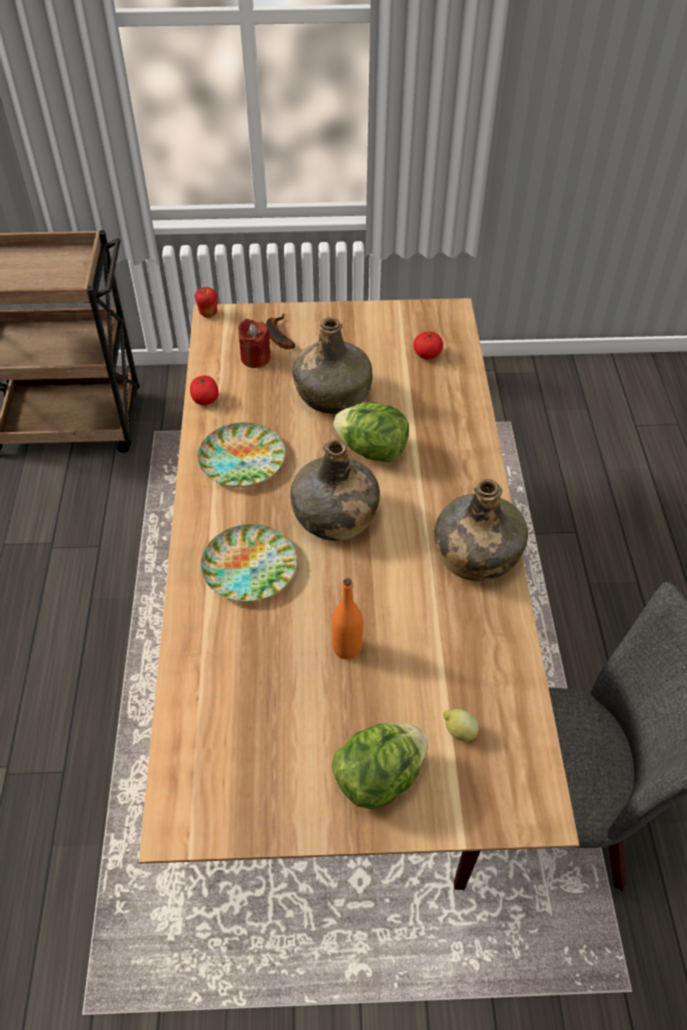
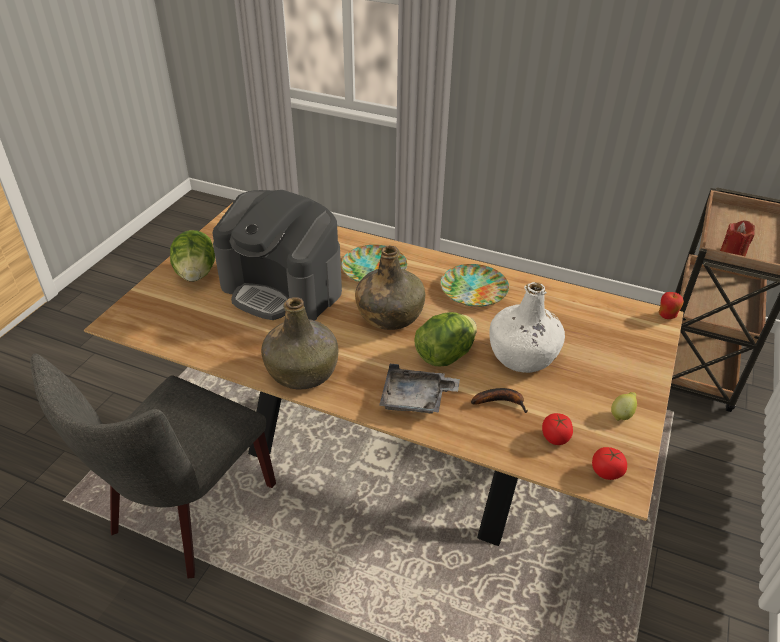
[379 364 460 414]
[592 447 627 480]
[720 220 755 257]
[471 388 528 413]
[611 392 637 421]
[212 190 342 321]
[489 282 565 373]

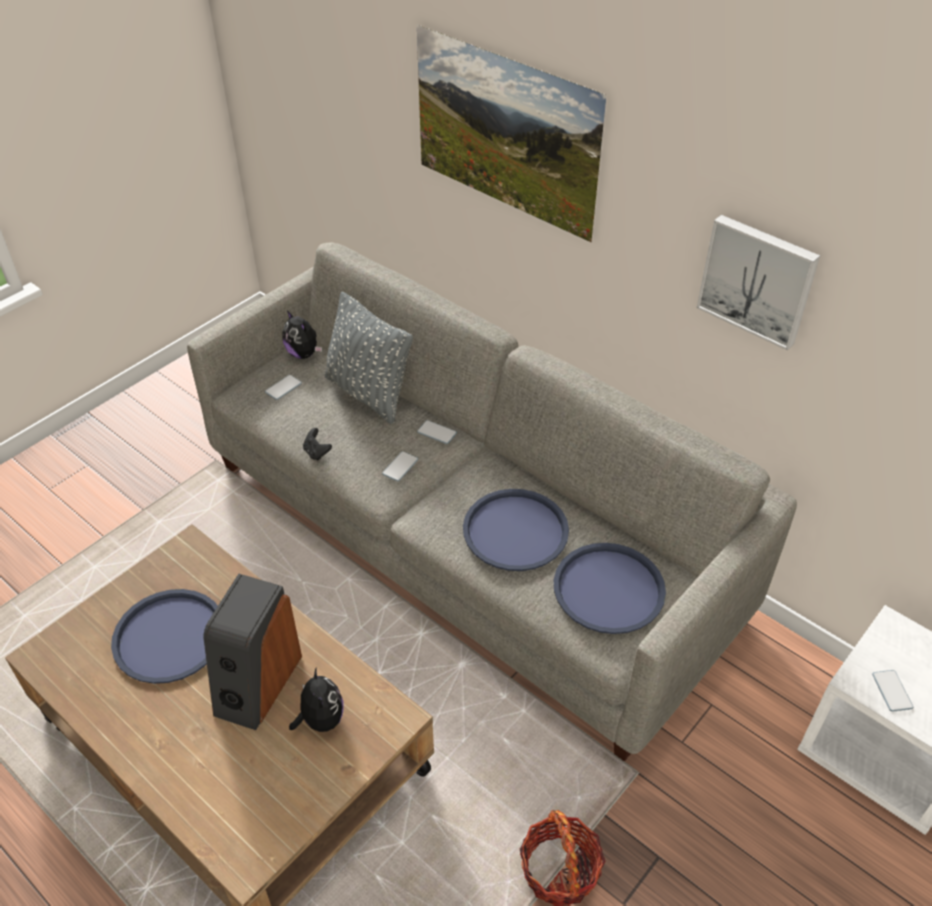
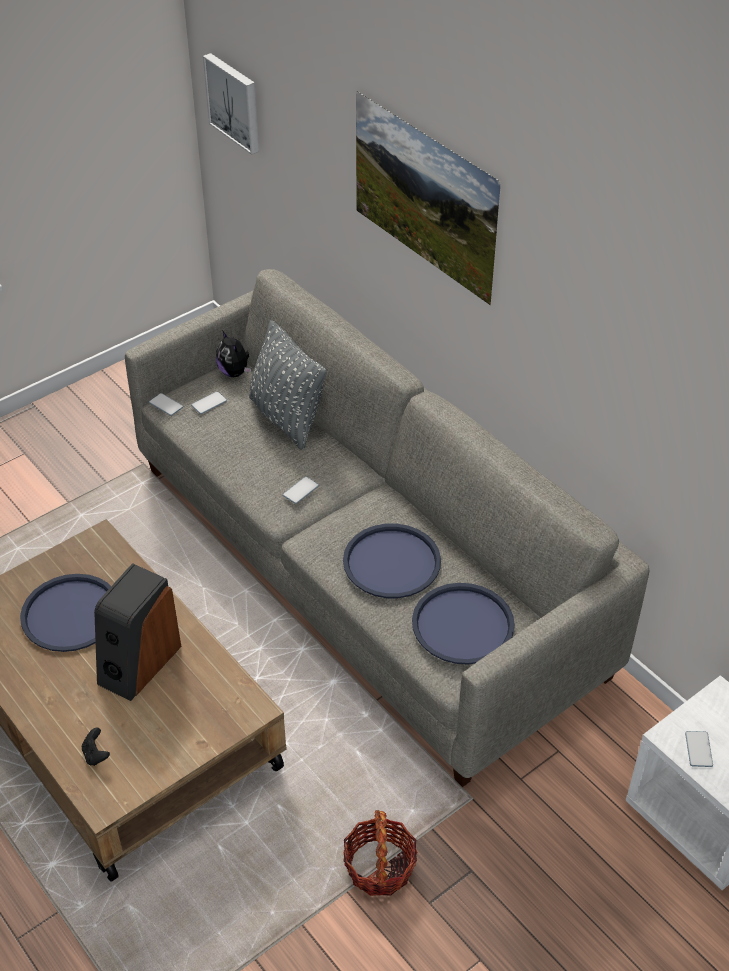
[289 668 343 732] (first image)
[82 728 110 766]
[149 393 183 416]
[203 53 259 155]

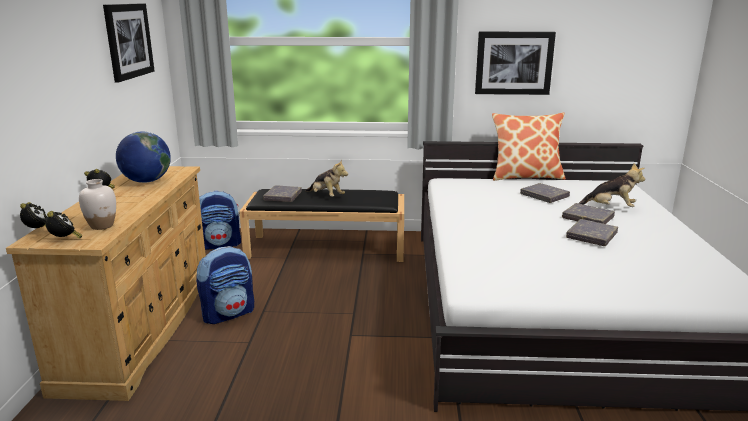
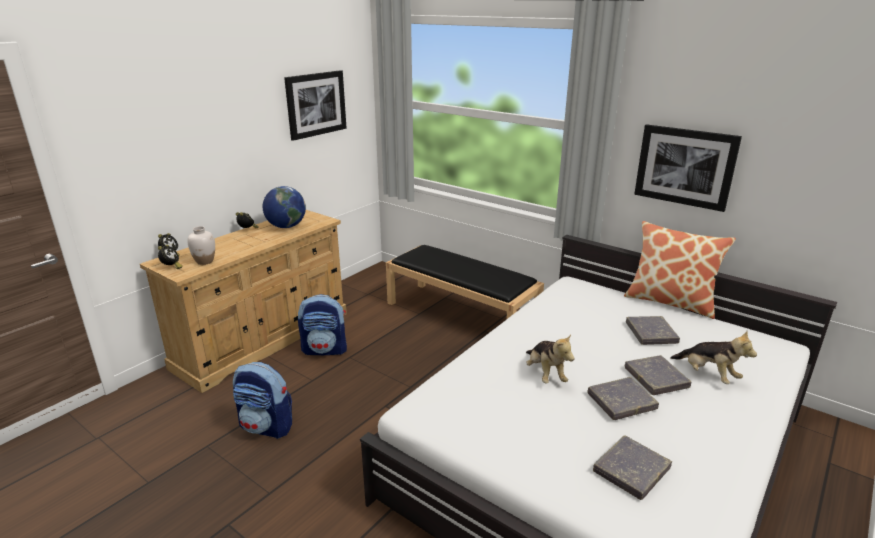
[233 362 292 439]
[593 435 672 500]
[526 334 574 383]

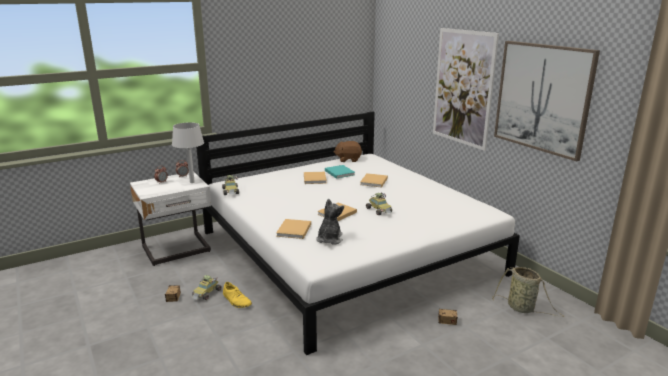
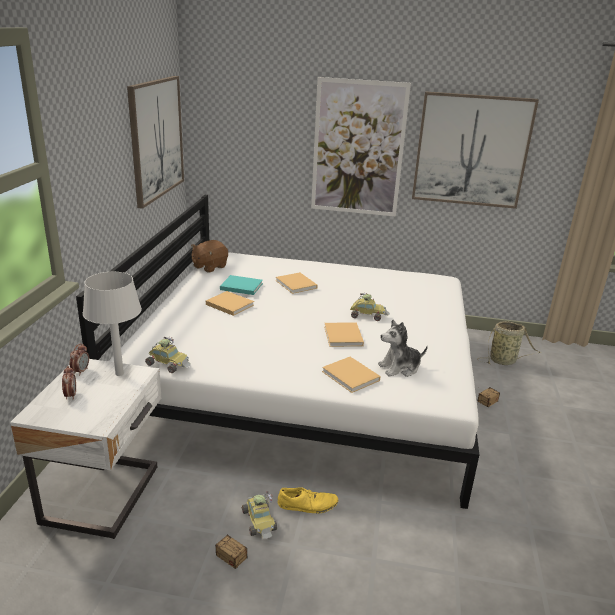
[127 76 184 209]
[378 319 428 377]

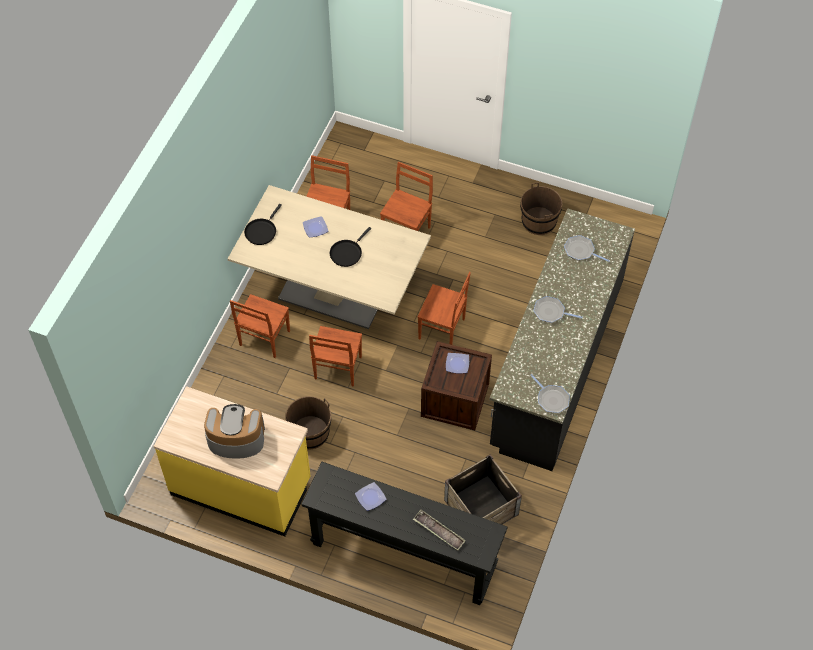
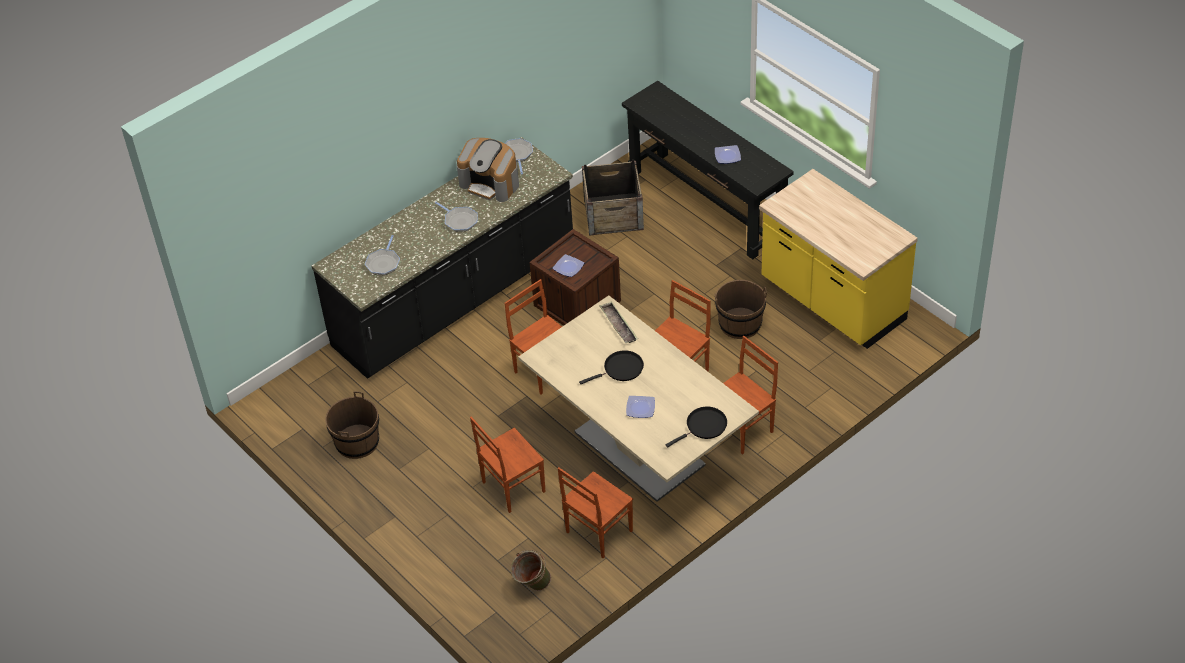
[511 550 551 591]
[457 138 519 202]
[599 301 638 343]
[365 235 400 275]

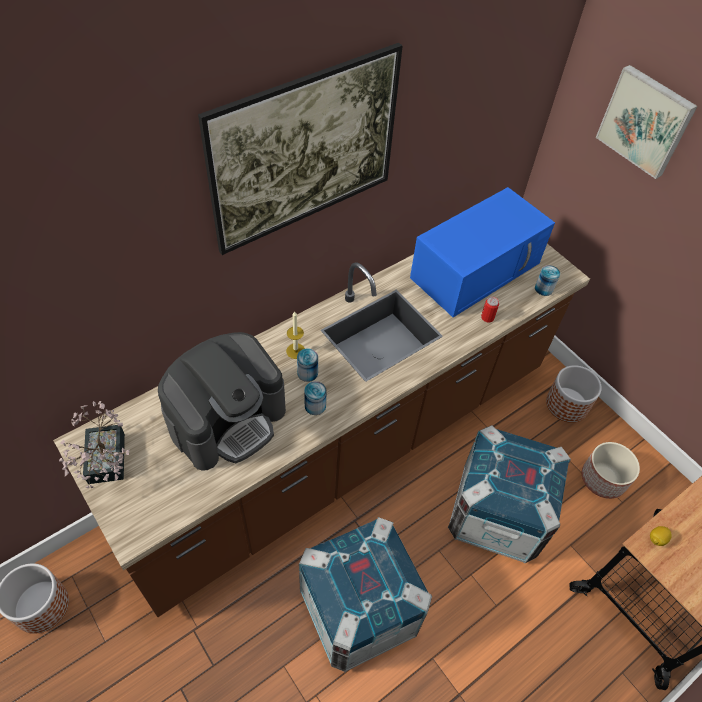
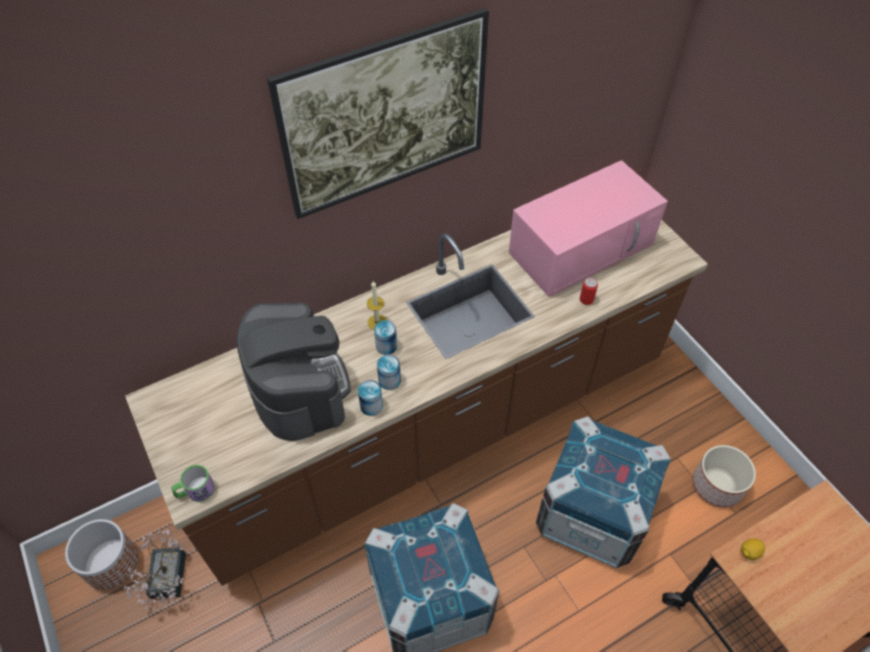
[546 365 602 423] (first image)
[596 65 697 179] (first image)
[172 465 215 502]
[124 529 186 609]
[358 380 383 416]
[509 160 668 297]
[237 302 351 441]

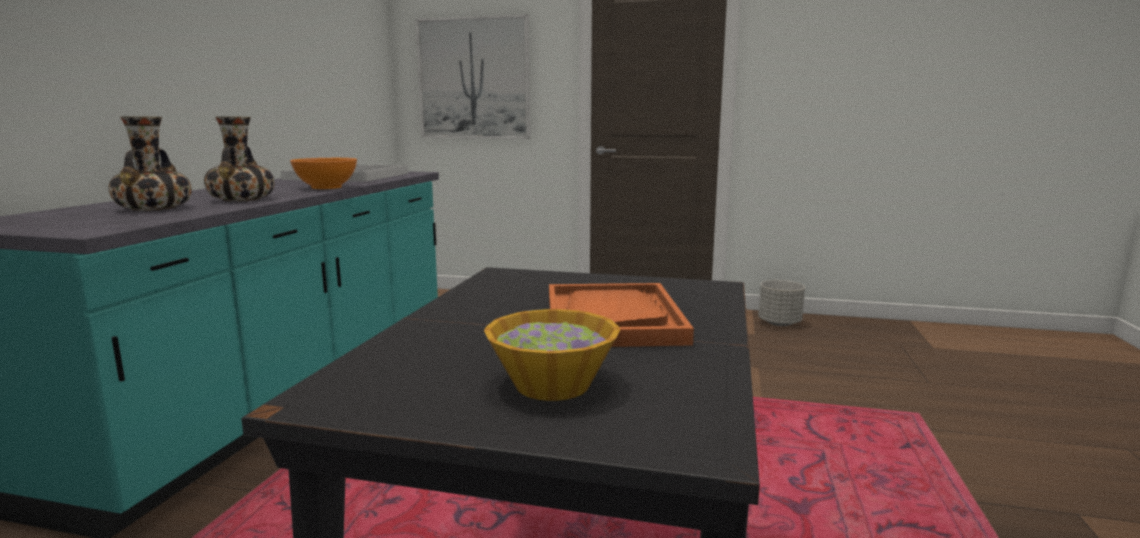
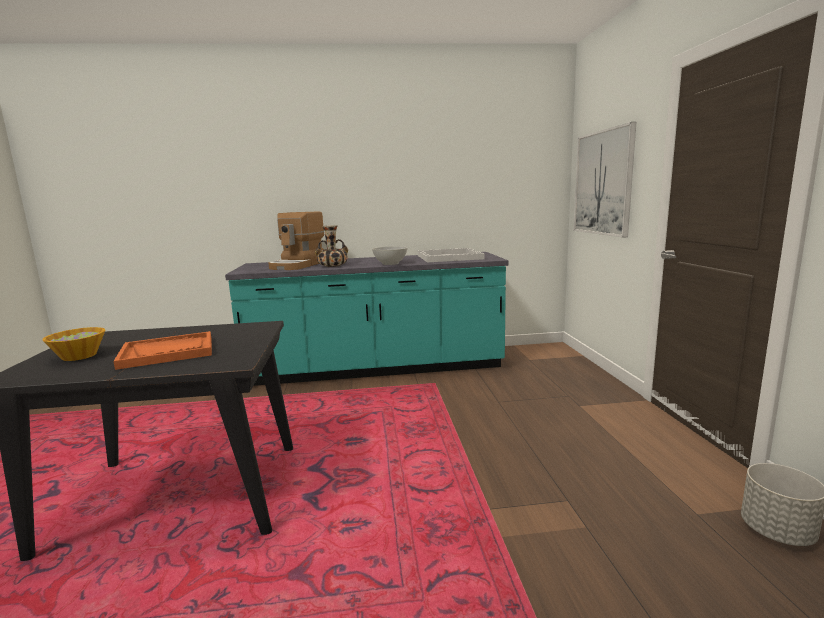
[268 211 324 270]
[372 246 408 265]

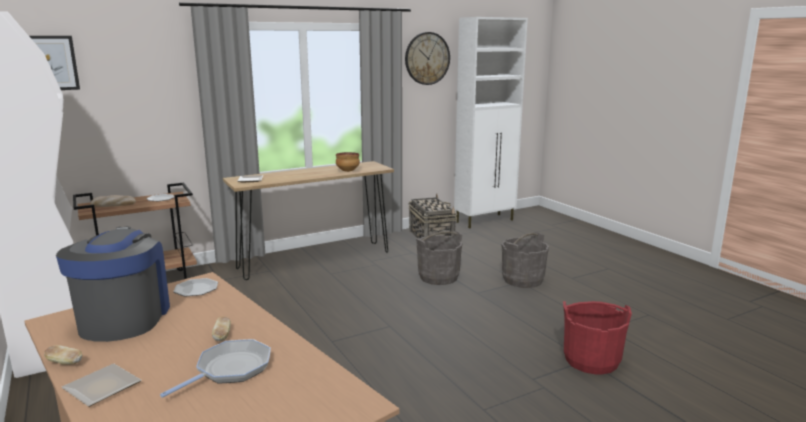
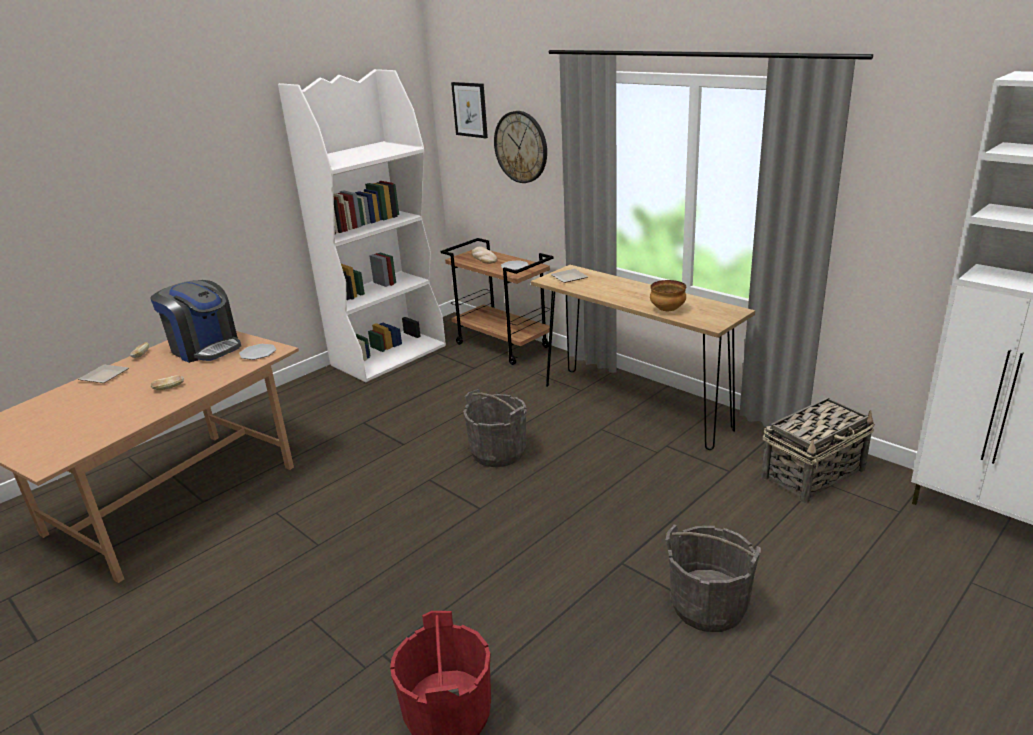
[160 339 271 398] (first image)
[494 111 547 183]
[463 389 527 467]
[150 280 241 363]

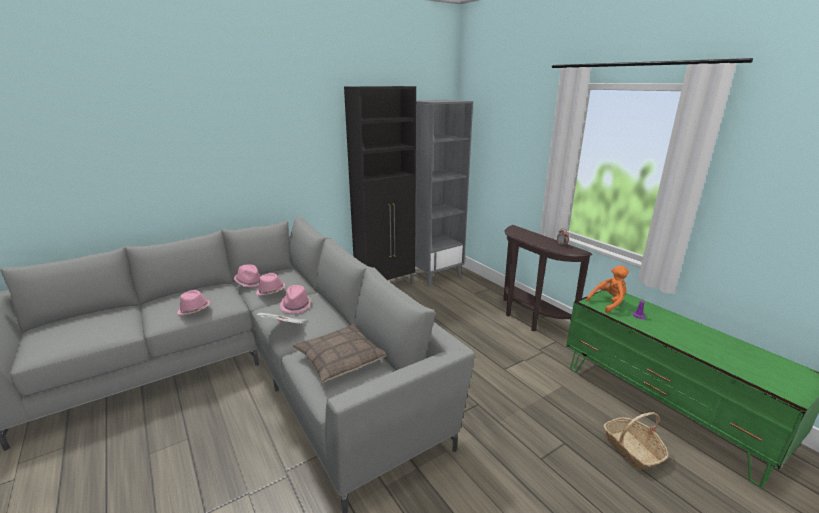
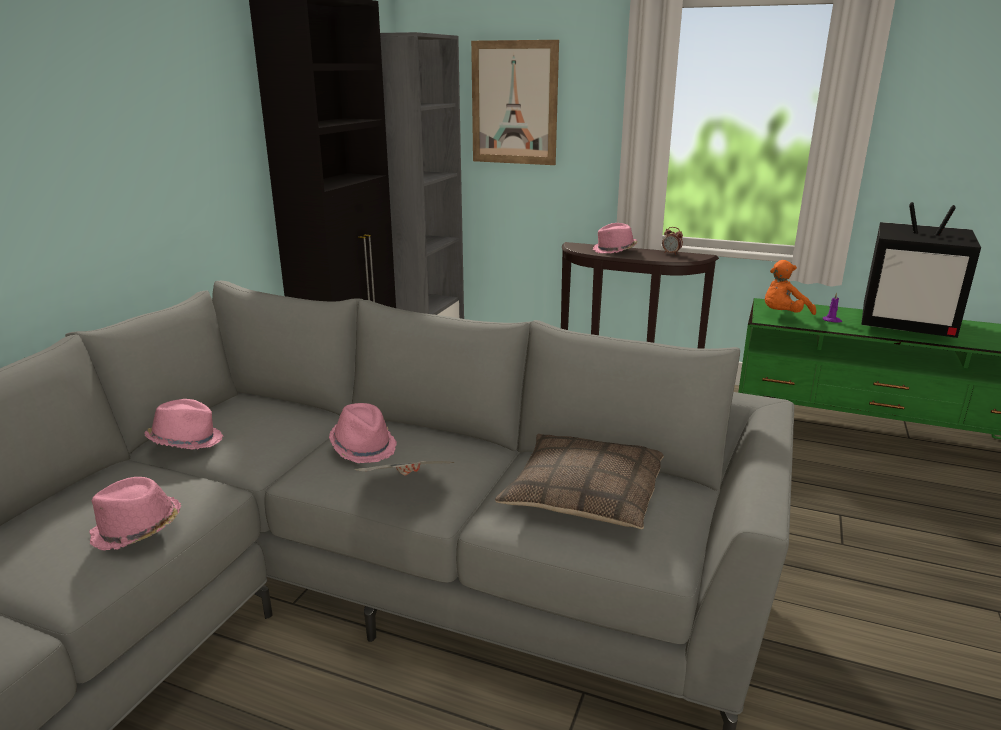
[603 412 669 470] (first image)
[471 40 559 165]
[861 202 981 338]
[593 223 638 253]
[765 260 816 315]

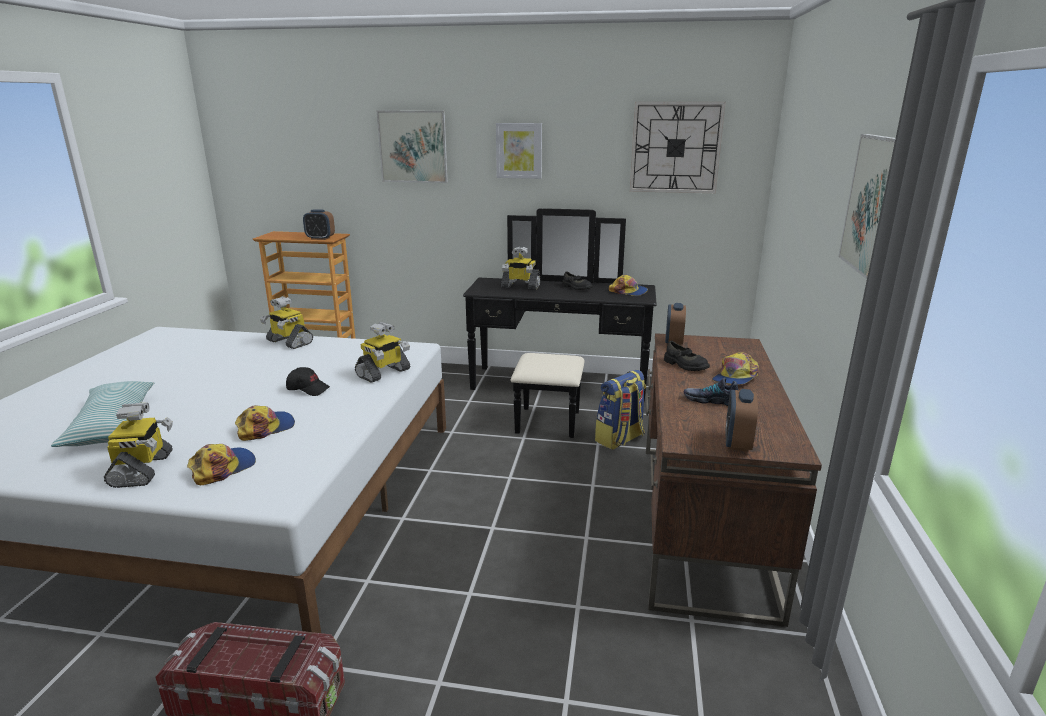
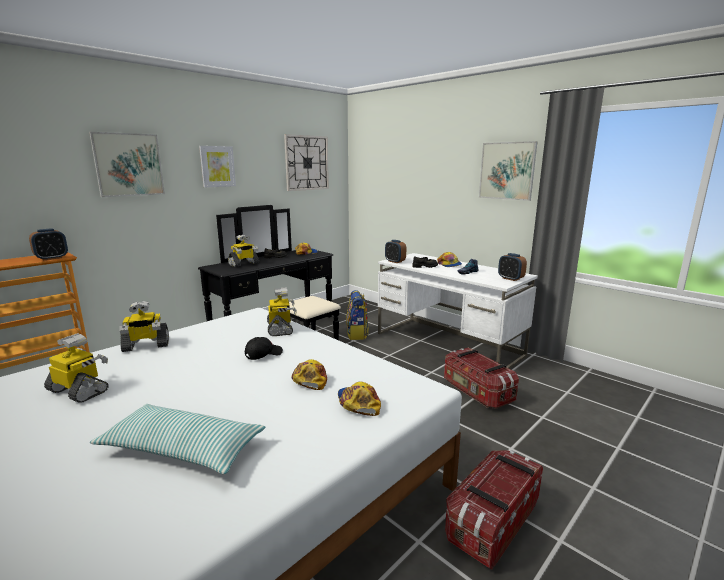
[444 348 519 409]
[44 333 109 403]
[378 253 538 369]

